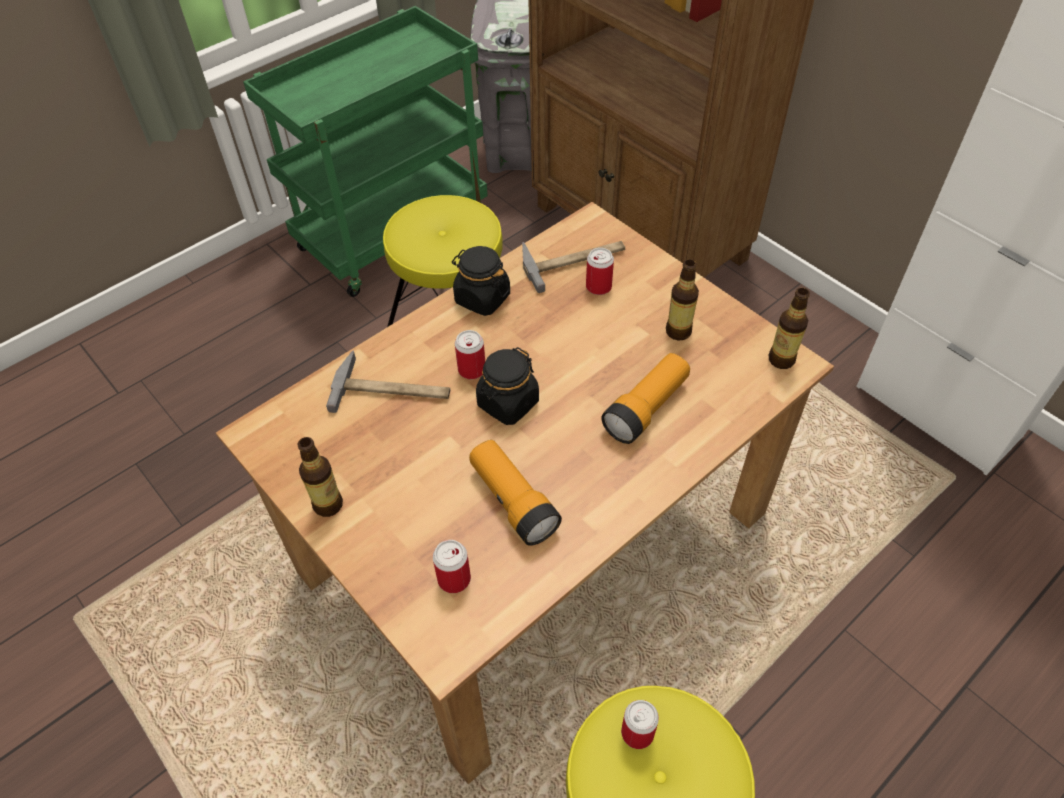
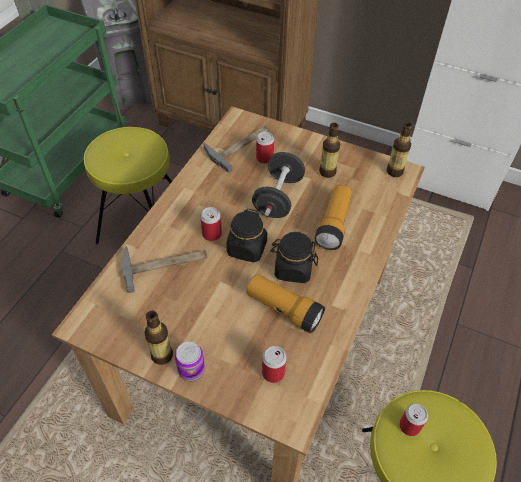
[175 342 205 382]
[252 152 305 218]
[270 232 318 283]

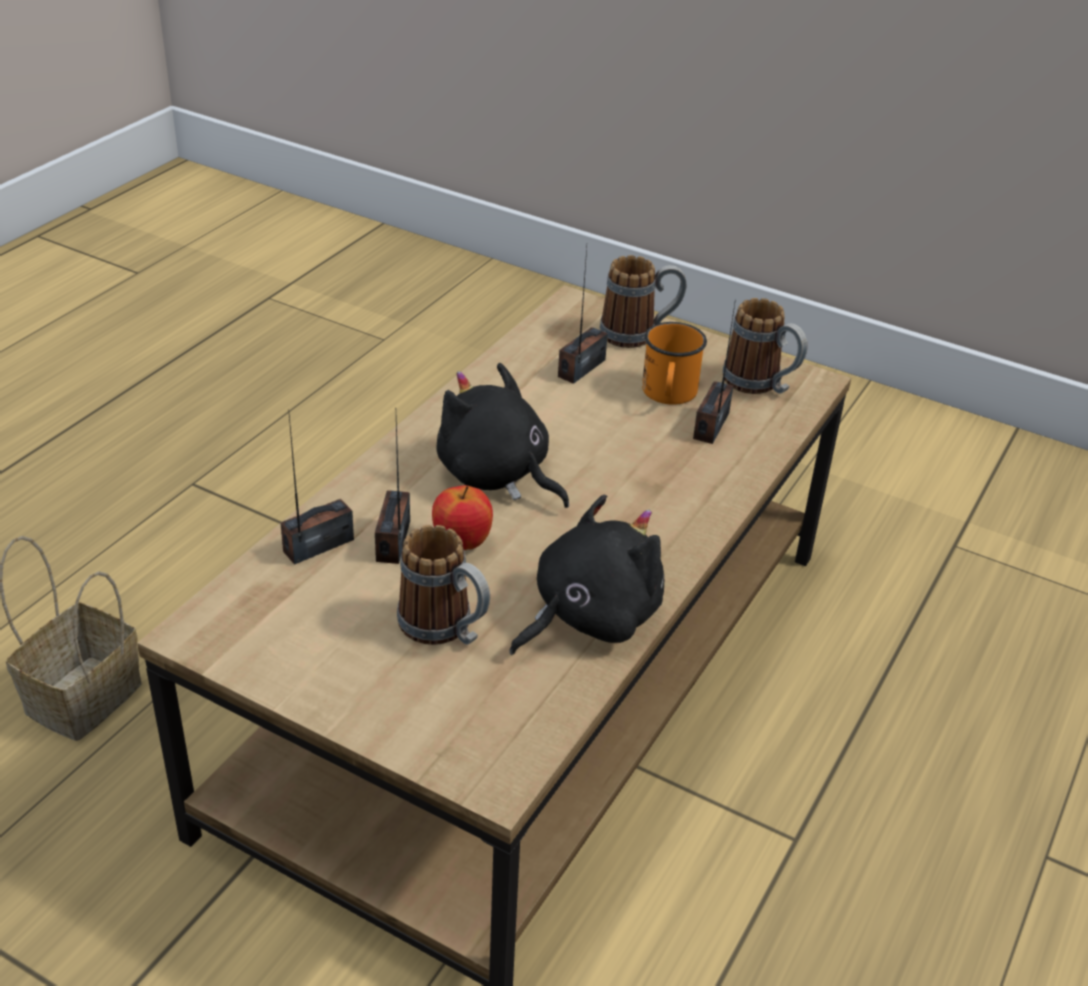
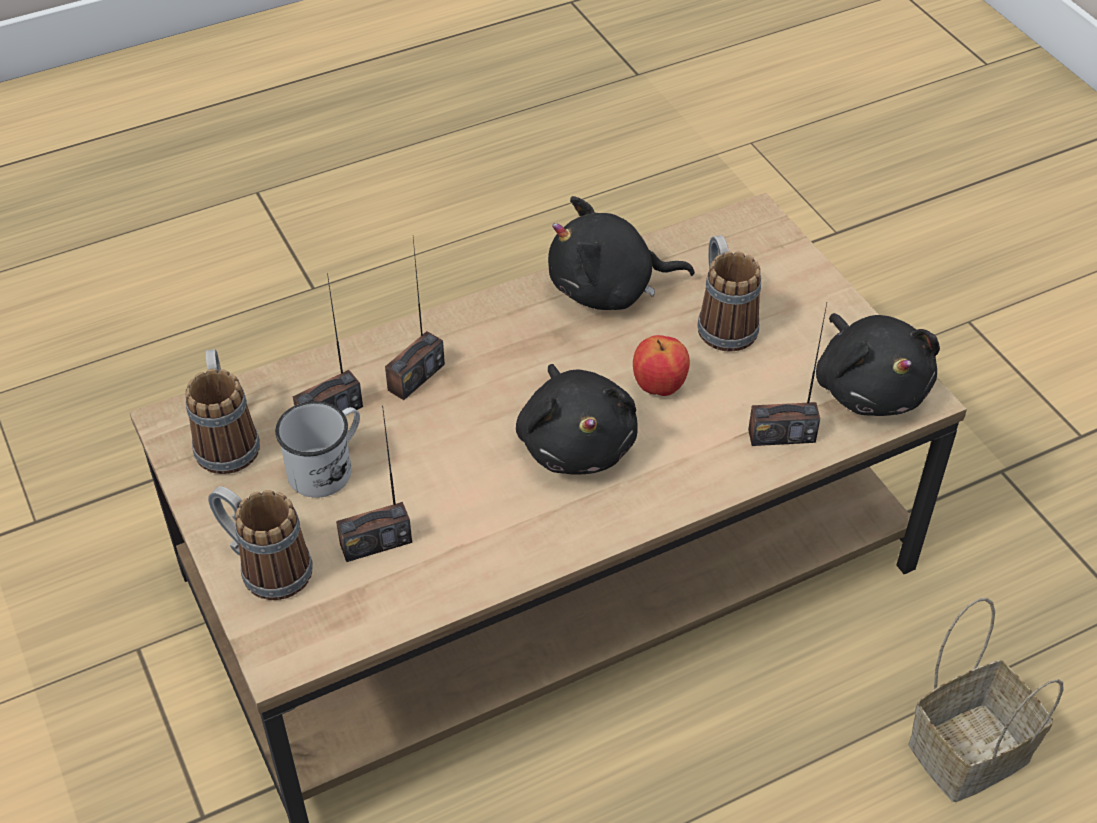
[816 313 940 416]
[385 238 445 400]
[275 401 360 498]

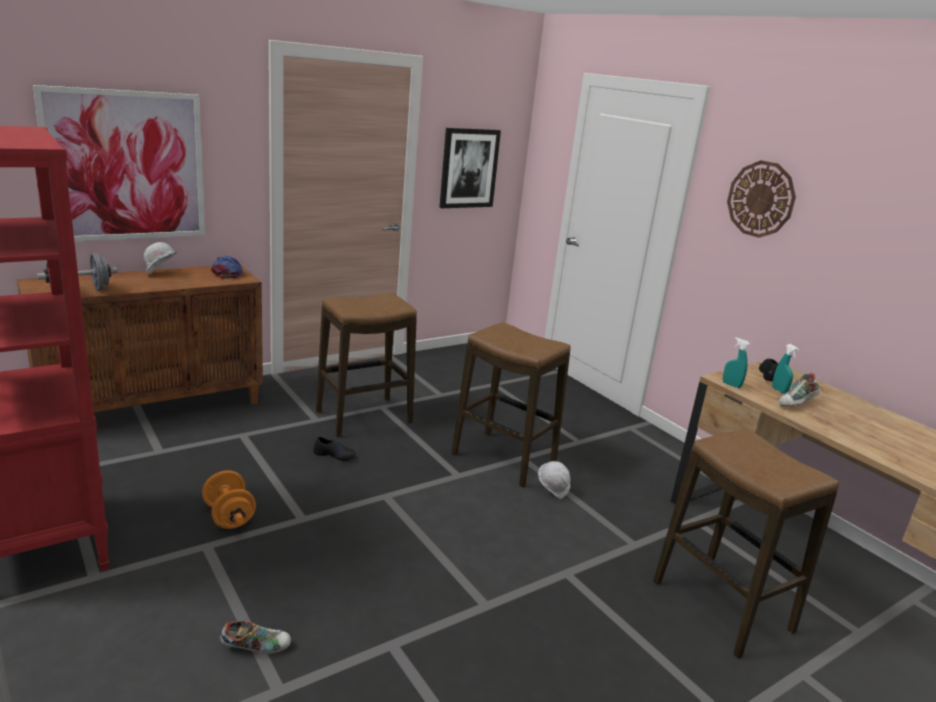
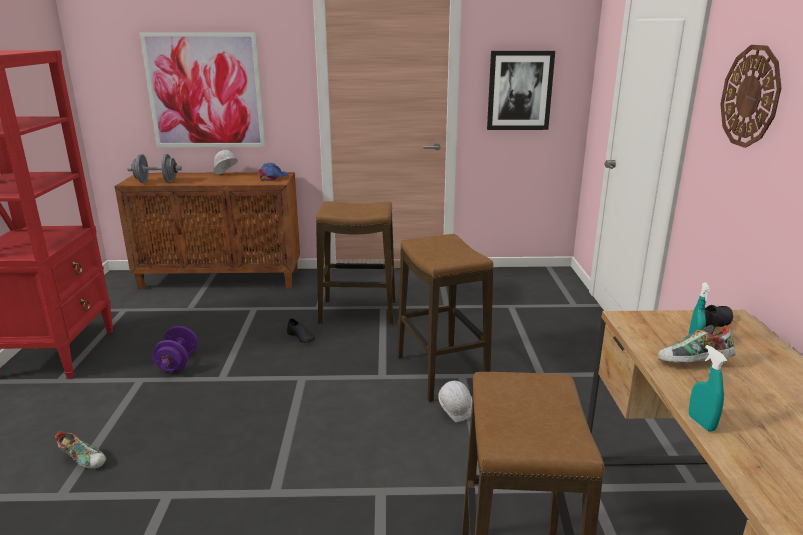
[689 345 727 432]
[152 326 198 372]

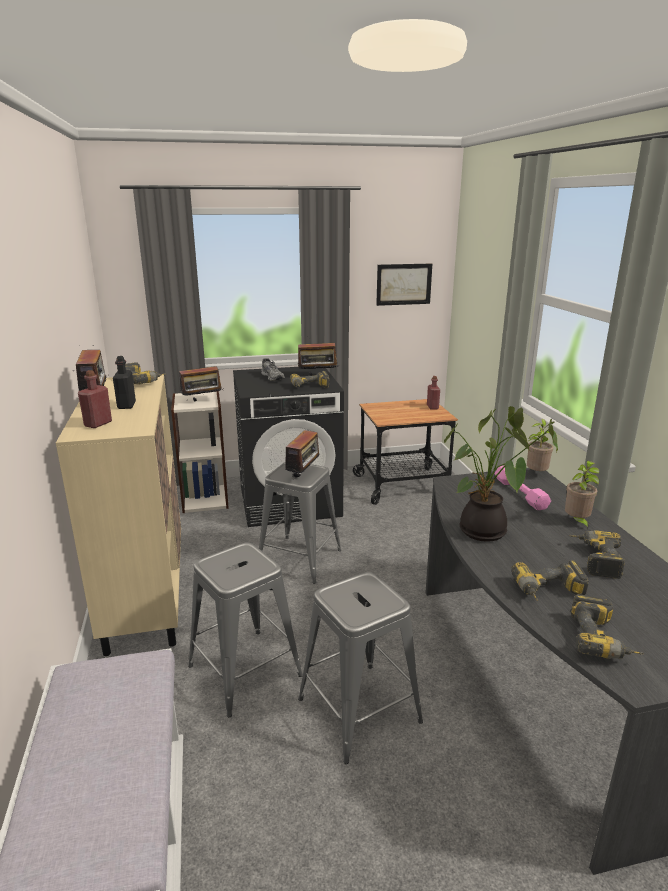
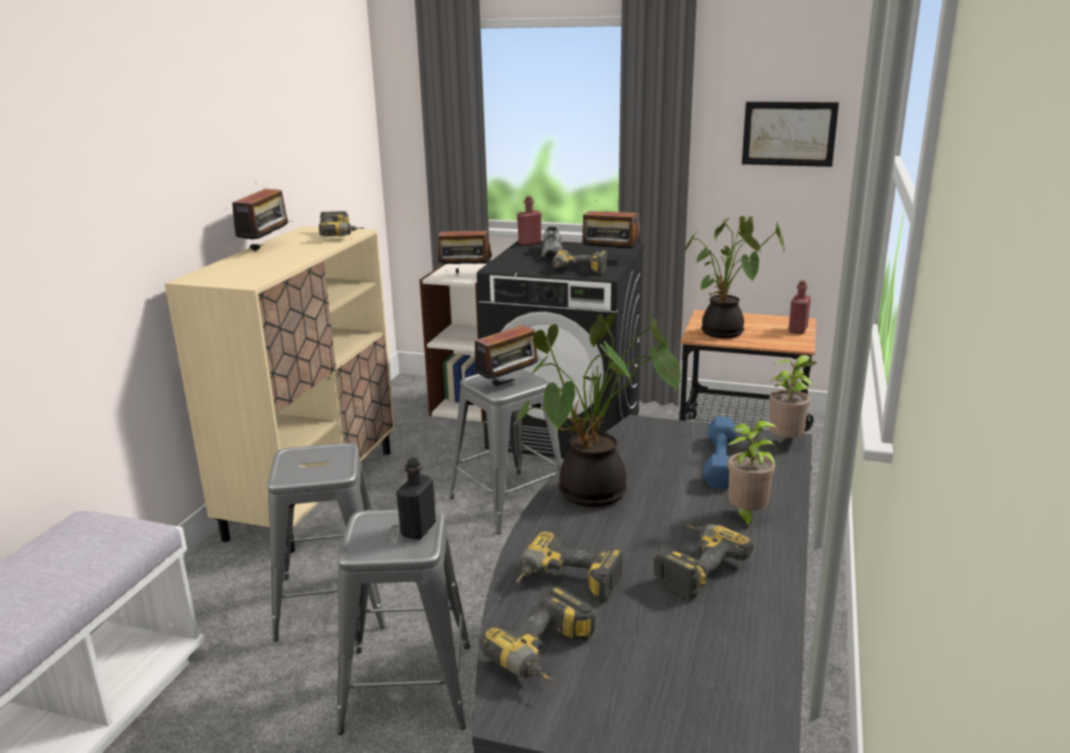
[685 216 785 339]
[517 196 541 246]
[396 457 436 540]
[703 416 736 489]

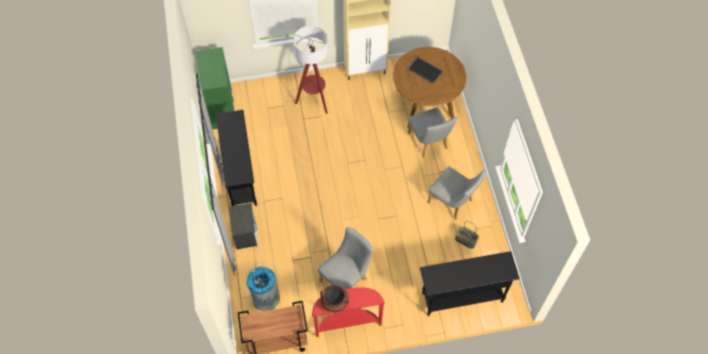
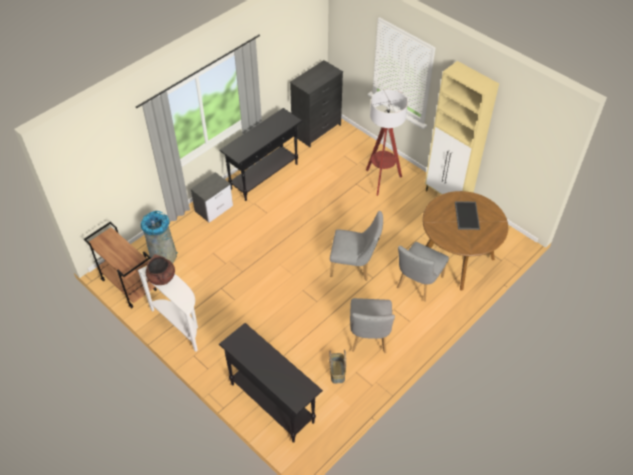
[330 211 383 281]
[290 60 343 147]
[138 266 198 352]

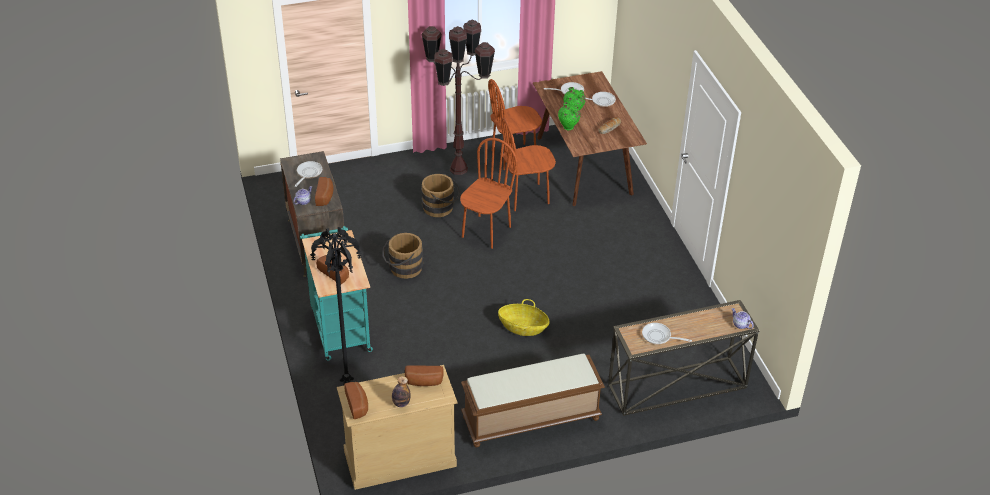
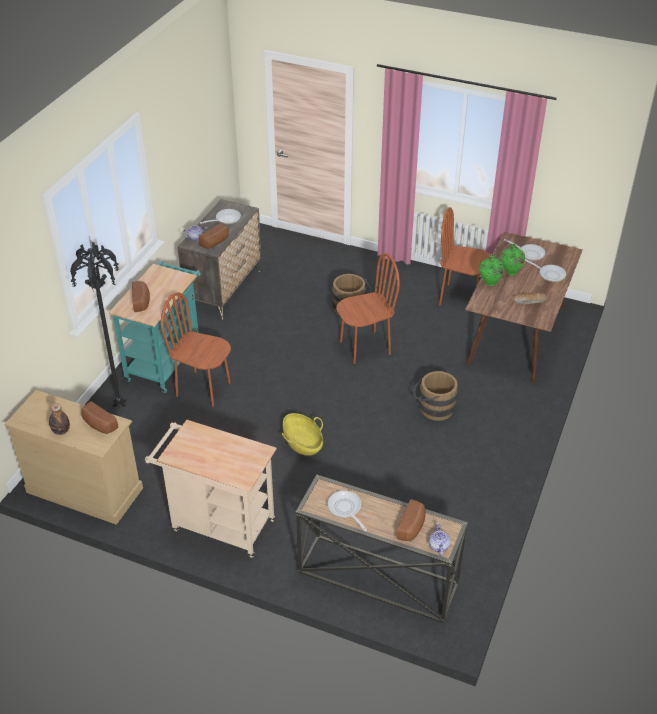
[421 20 495 175] (first image)
[396 499 426 541]
[413 371 458 421]
[161 292 231 407]
[145 420 277 558]

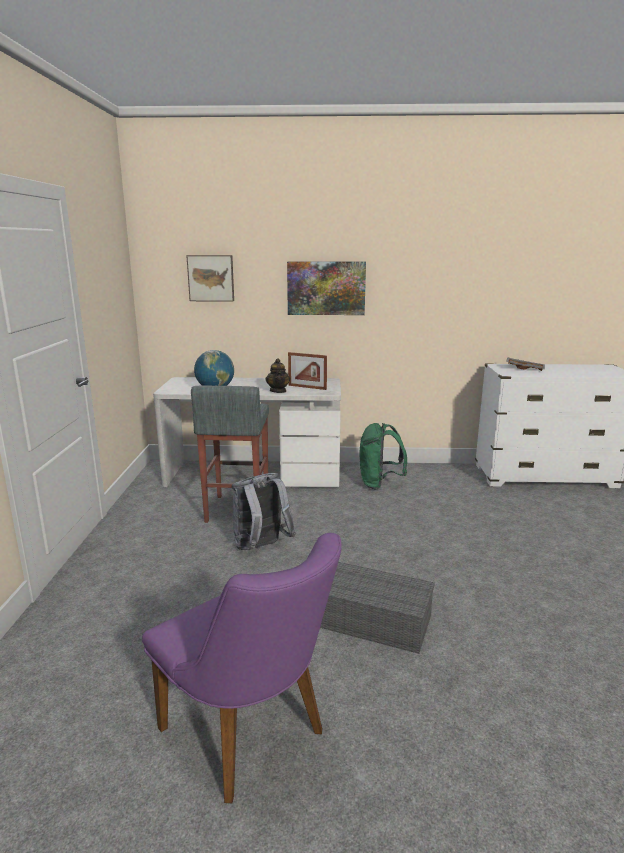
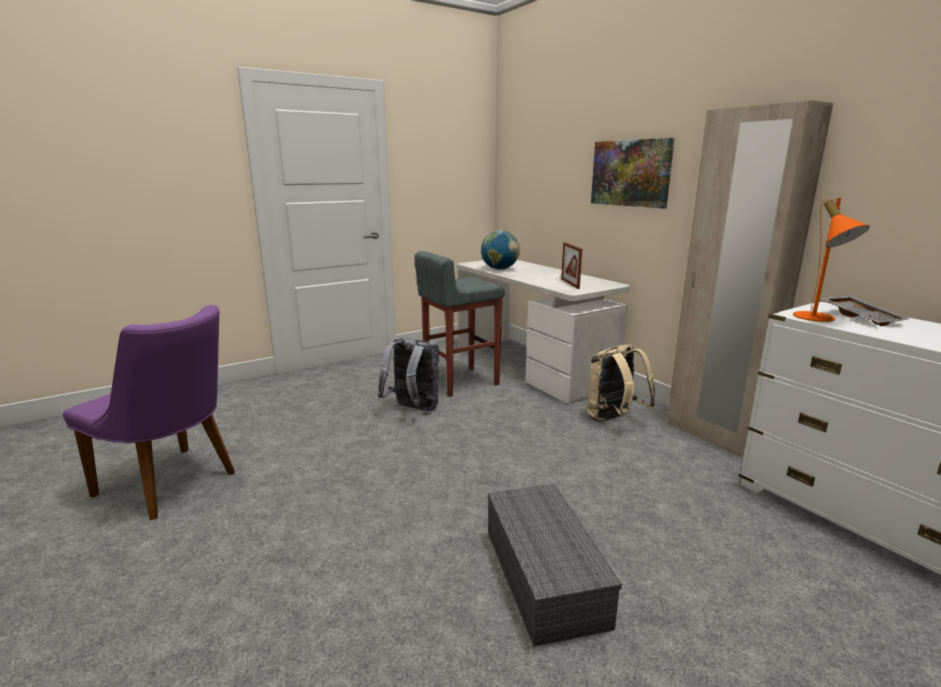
[186 255 234 301] (first image)
[265 358 290 393] (first image)
[667 100 833 458]
[793 198 870 322]
[488 484 622 647]
[587 345 656 422]
[63 305 235 520]

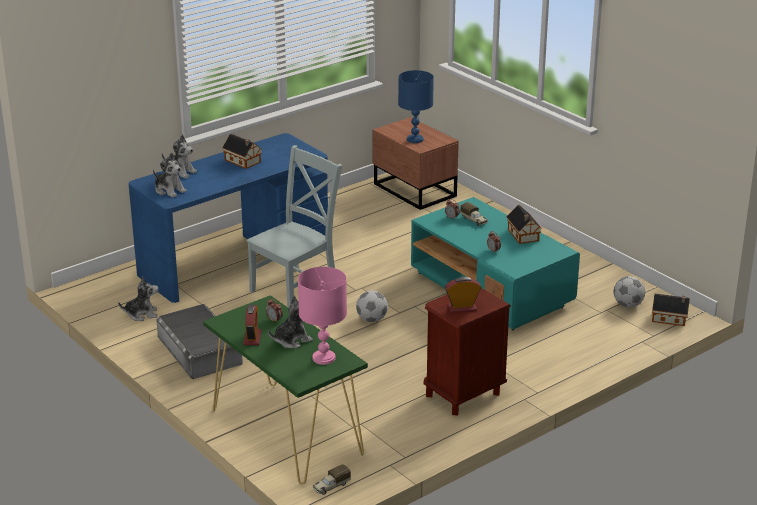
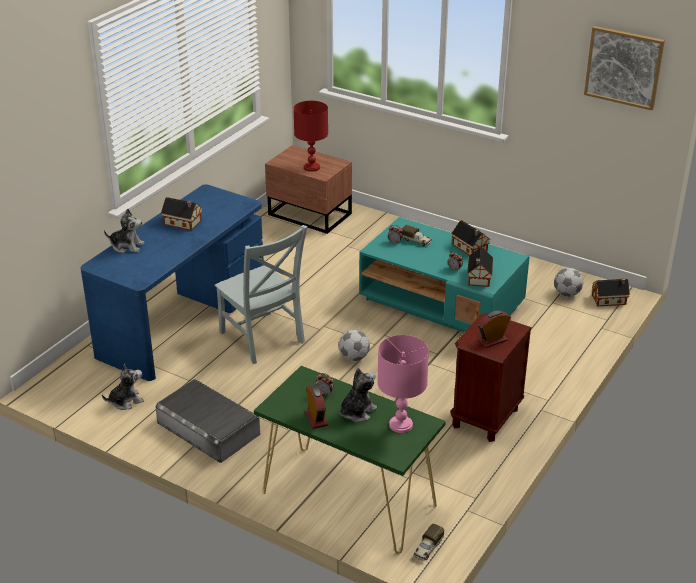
[153 152 187 198] (first image)
[467 247 493 287]
[584 26 665 111]
[294 101 328 172]
[215 225 308 364]

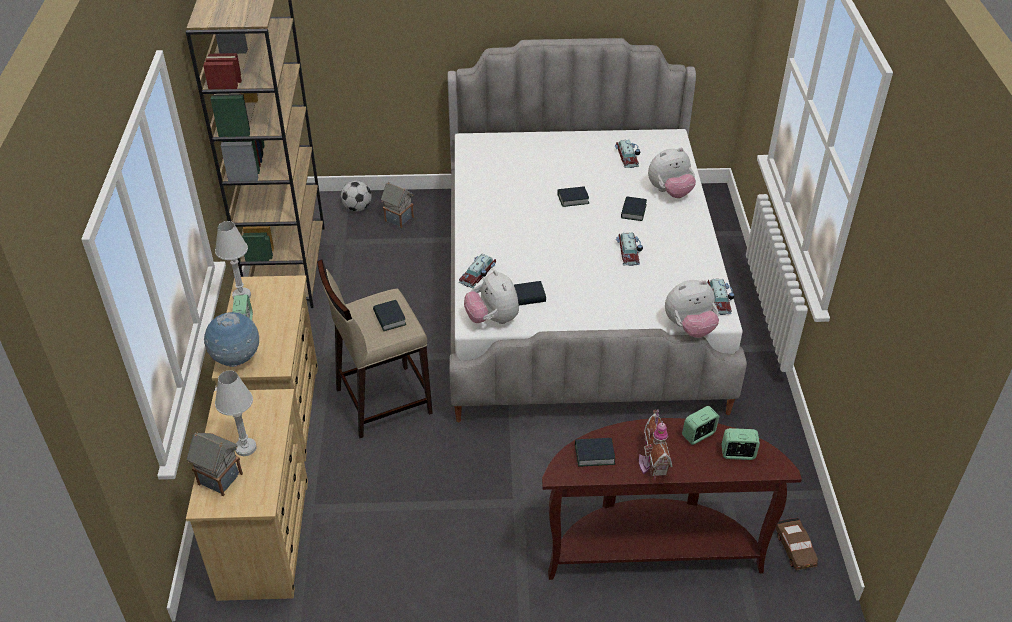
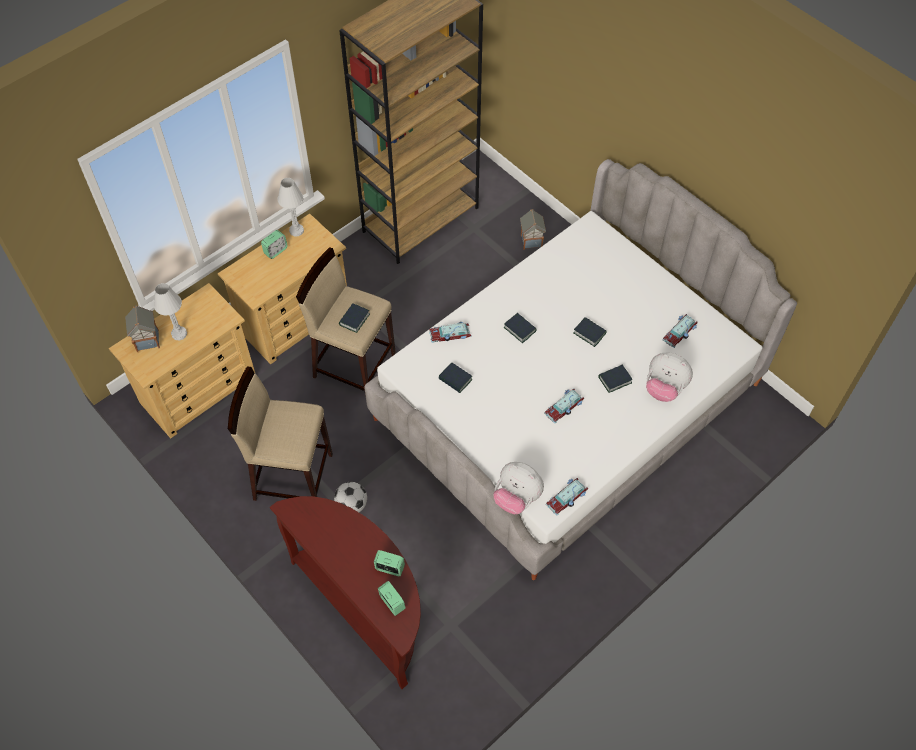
[204 312 259 367] (first image)
[464 270 519 324] (first image)
[639 409 672 480] (first image)
[776 518 818 571] (first image)
[228 367 333 501]
[334 482 367 512]
[504 313 537 343]

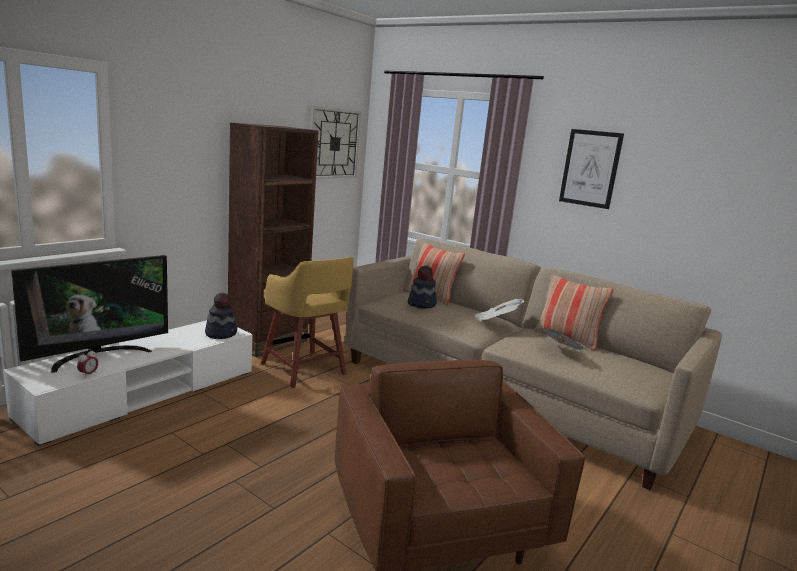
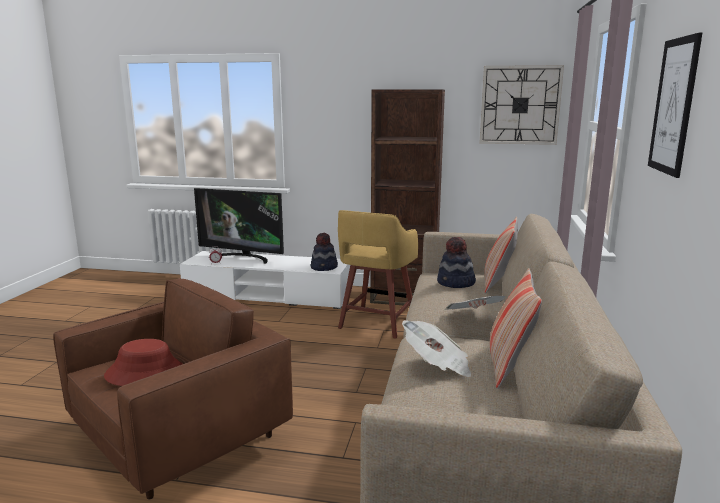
[104 339 182 386]

